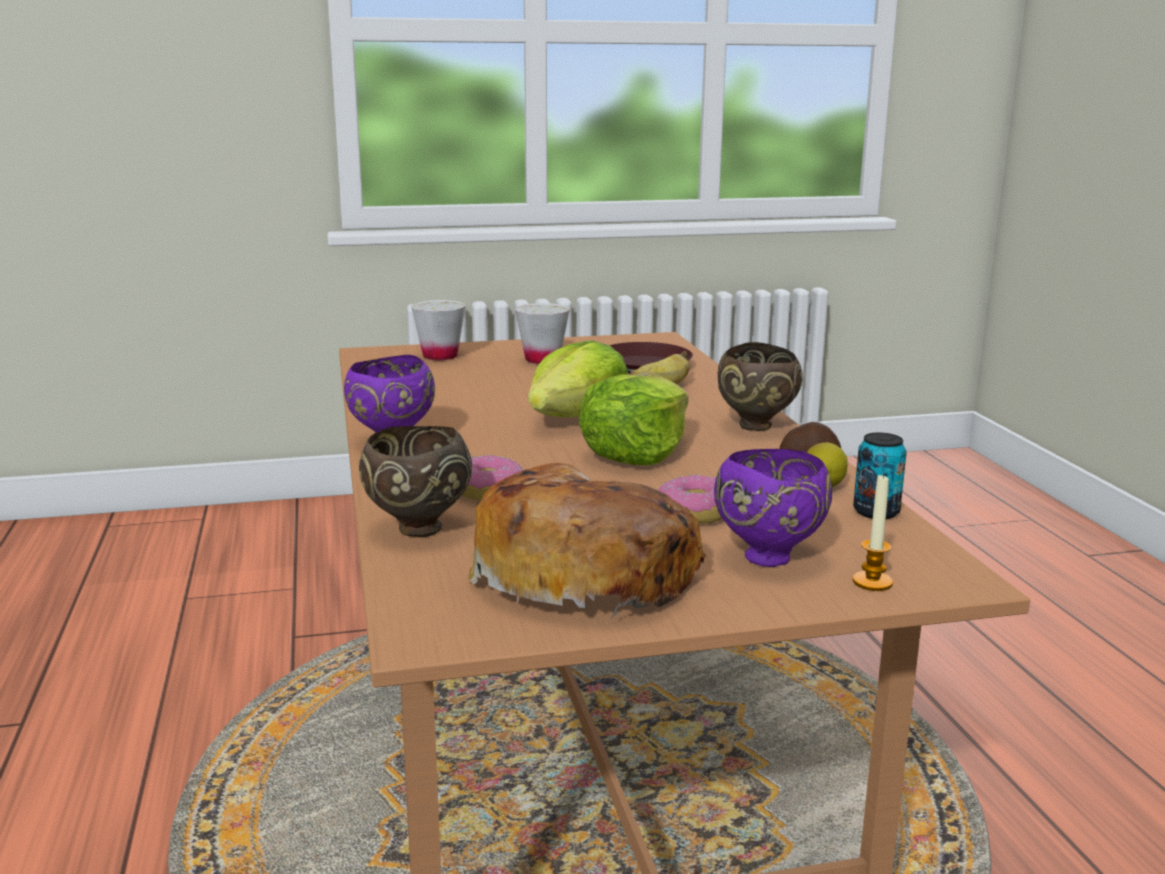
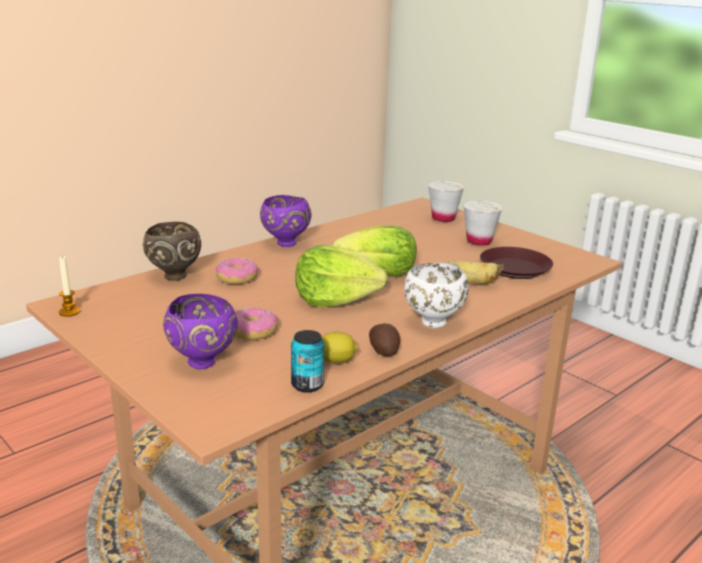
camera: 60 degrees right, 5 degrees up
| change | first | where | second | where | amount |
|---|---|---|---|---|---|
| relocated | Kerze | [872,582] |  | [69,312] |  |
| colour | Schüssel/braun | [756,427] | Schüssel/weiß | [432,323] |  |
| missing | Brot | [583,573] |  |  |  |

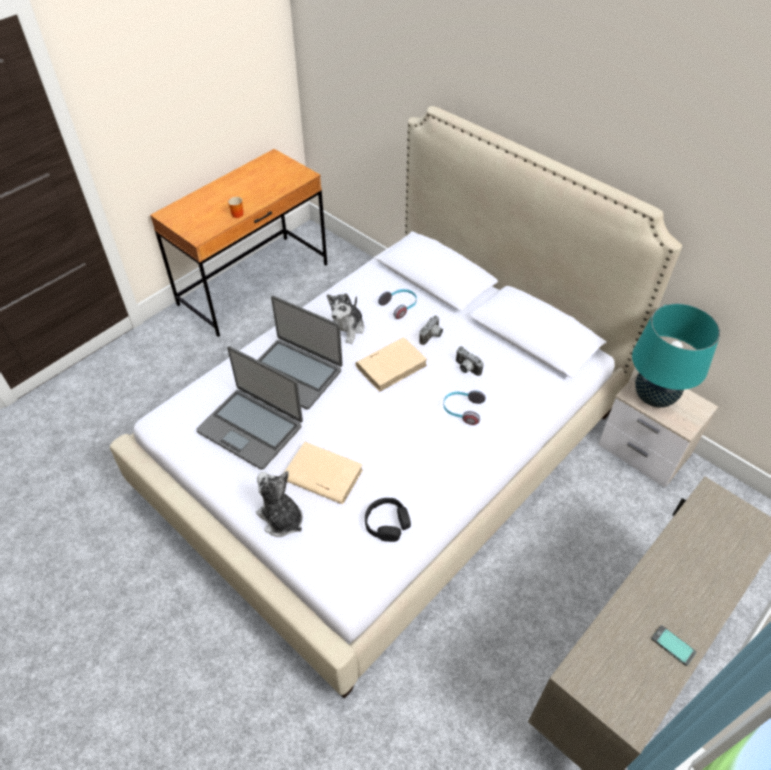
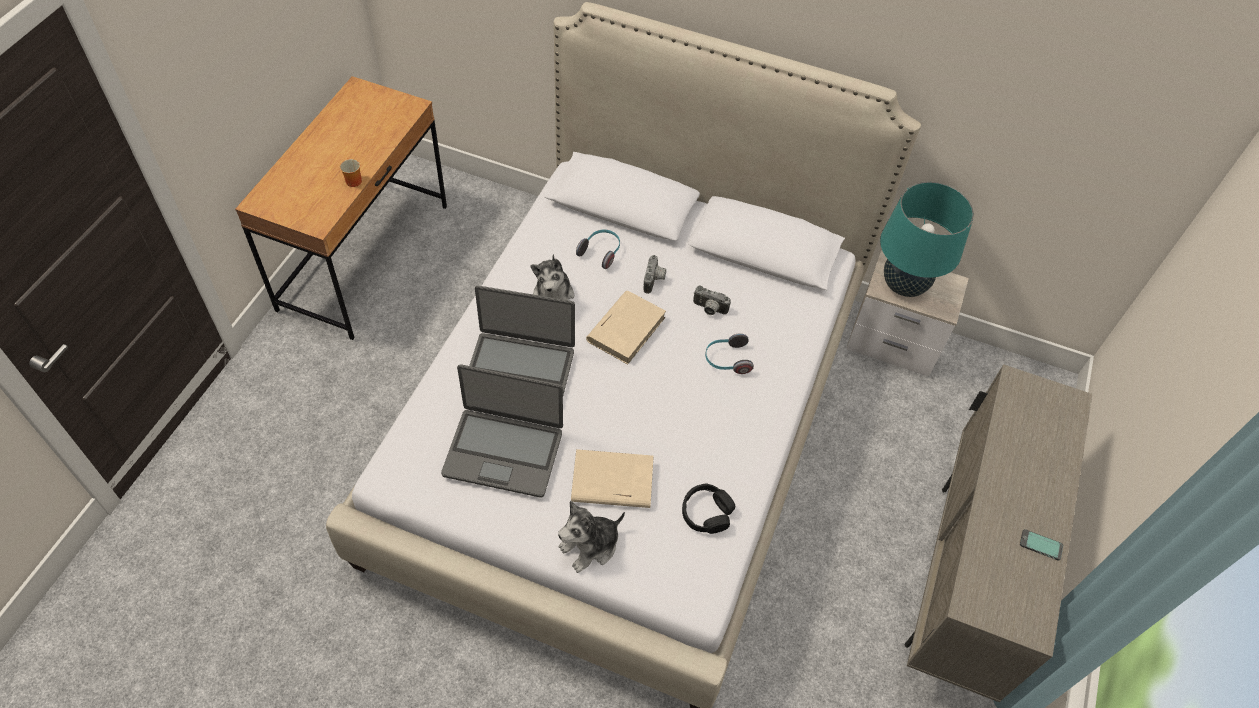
camera: 25 degrees left, 5 degrees up
| change | first | where | second | where | amount |
|---|---|---|---|---|---|
| spun | Plüschtier | [281,519] |  | [590,546] | 60 degrees counterclockwise |

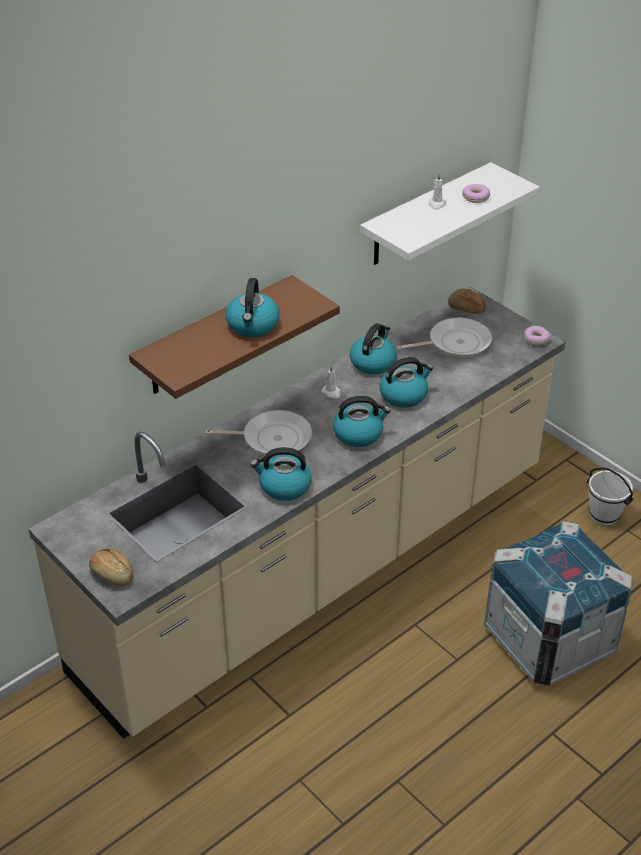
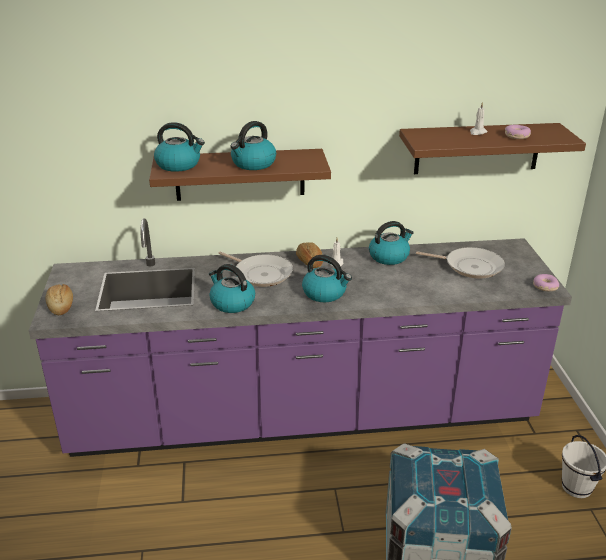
camera: 35 degrees right, 10 degrees down
| change | first | where | second | where | amount |
|---|---|---|---|---|---|
| colour | Küchenzeile/beige | [320,569] | Küchenzeile/lila | [303,416] |  |
| relocated | Wasserkessel | [404,395] |  | [179,164] |  |
| relocated | Brot | [466,309] |  | [309,262] |  |
| colour | Wandregal/weiß | [426,215] | Wandregal/braun | [477,148] |  |

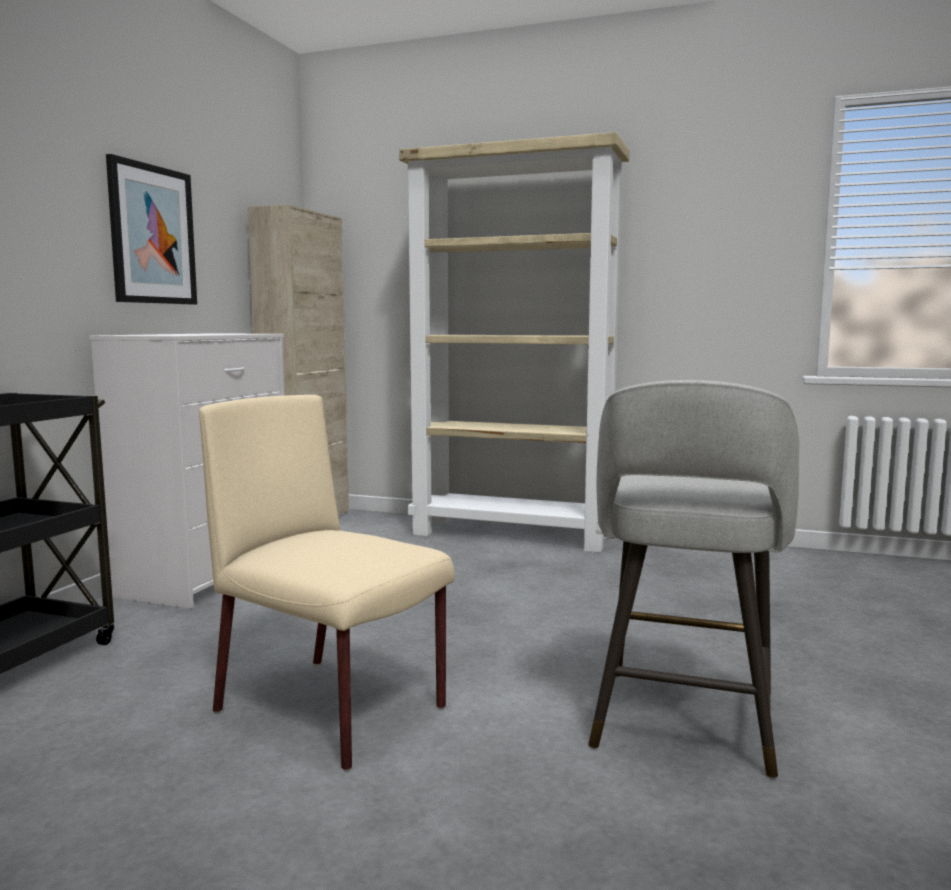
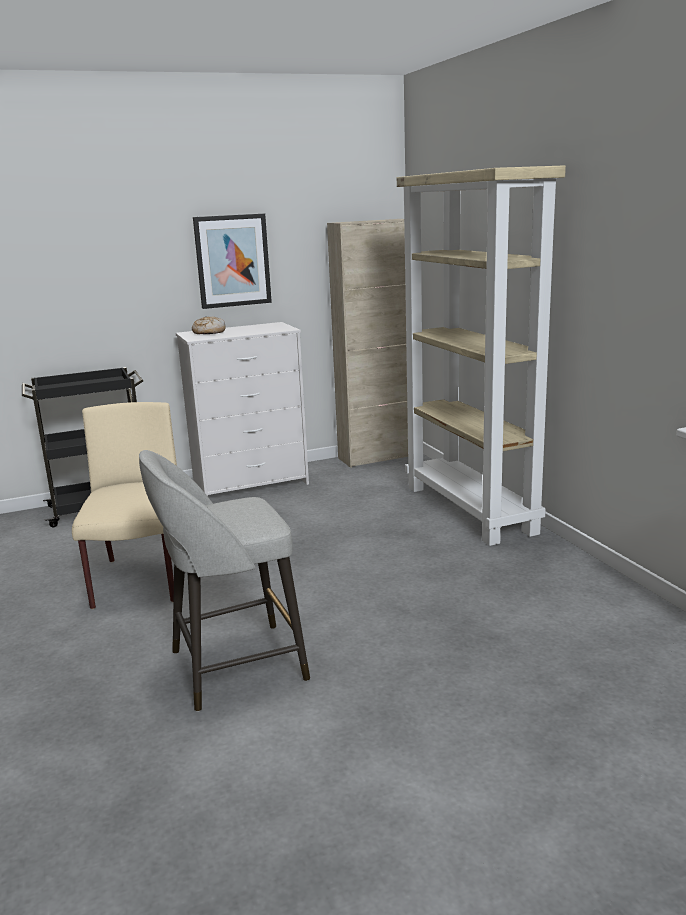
camera: 50 degrees right, 10 degrees up
| change | first | where | second | where | amount |
|---|---|---|---|---|---|
| appeared |  |  | Brot | [208,332] |  |

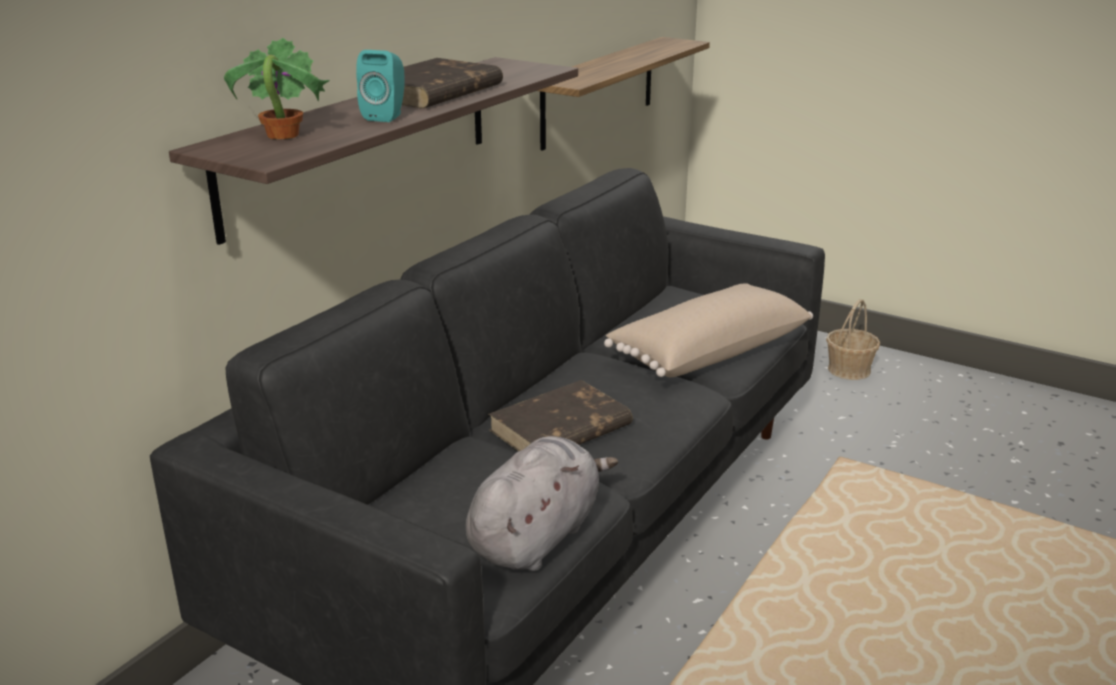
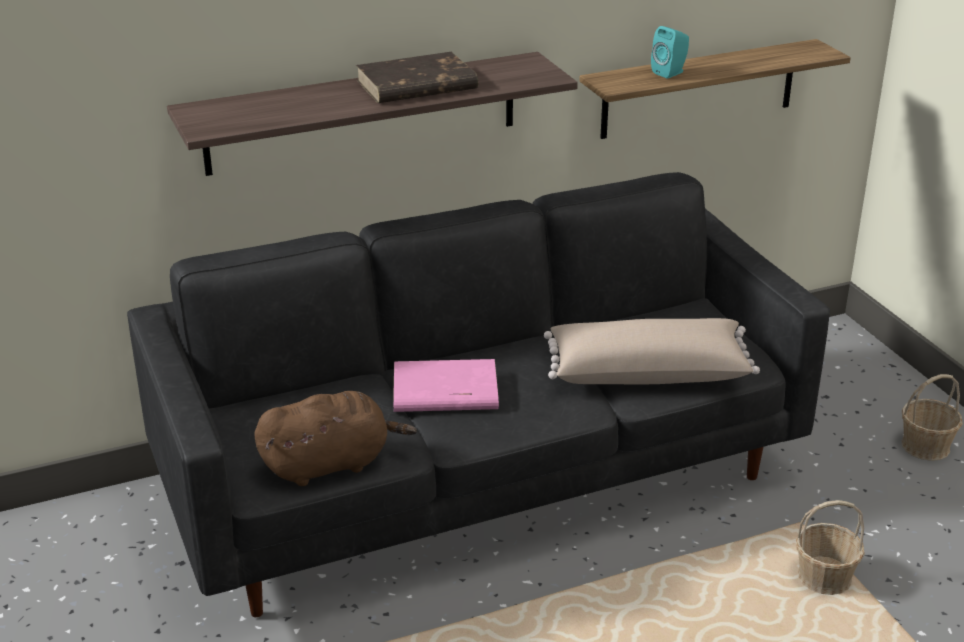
camera: 35 degrees right, 5 degrees up
| change | first | where | second | where | amount |
|---|---|---|---|---|---|
| colour | Plüschtier/grau | [537,536] | Plüschtier/braun | [330,464] |  |
| colour | Buch/braun | [559,429] | Buch/rosa | [444,393] |  |
| relocated | Lautsprecher/türkis | [386,116] |  | [670,73] |  |
| appeared |  |  | Korb | [825,578] |  |
| missing | Topfpflanze | [281,135] |  |  |  |

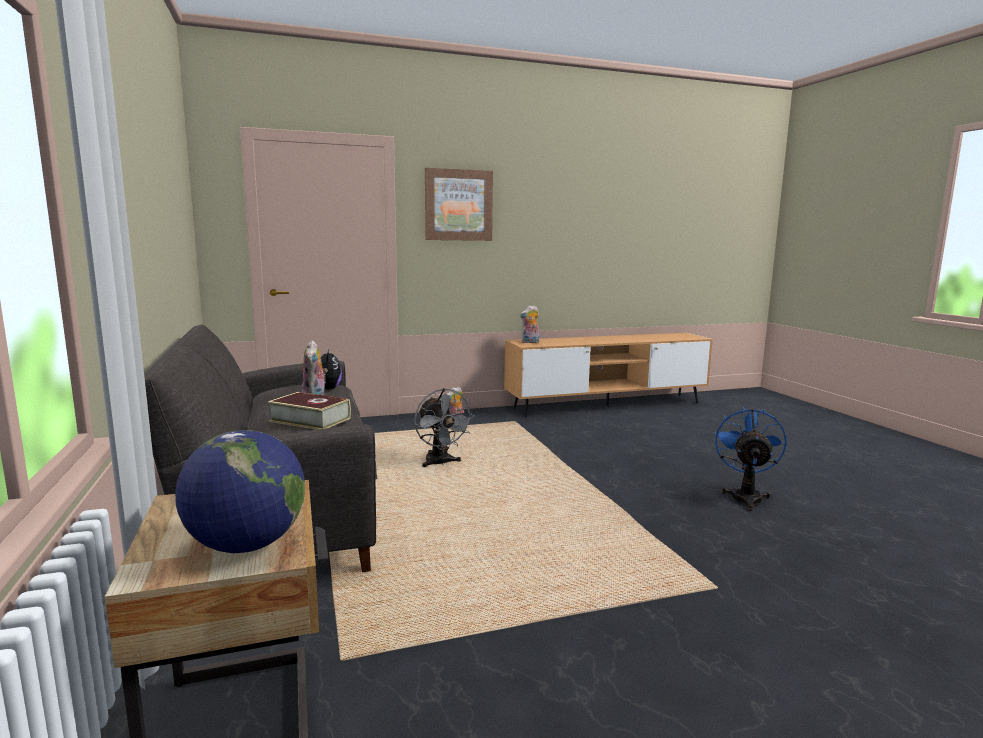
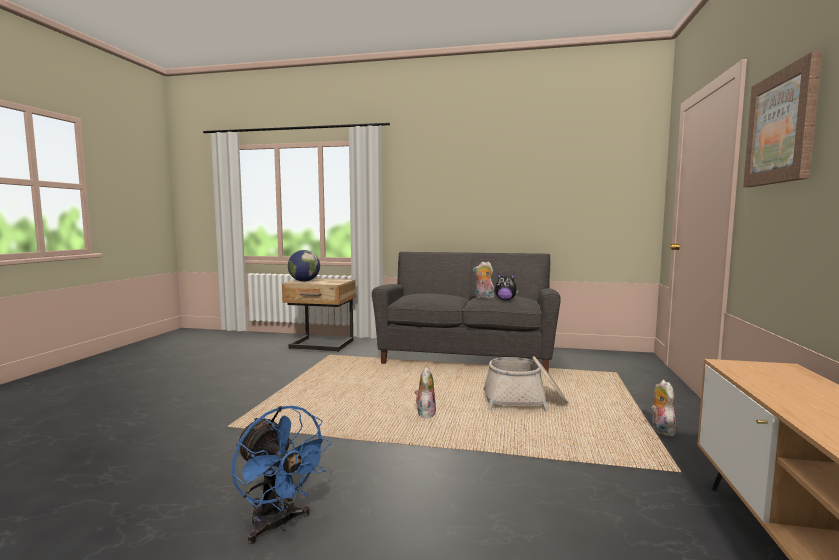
camera: 120 degrees right, 5 degrees down
| change | first | where | second | where | amount |
|---|---|---|---|---|---|
| relocated | Plüschtier | [530,342] |  | [425,413] |  |
| exchanged | Ventilator/grau | [440,463] | Korb | [524,401] |  |
| missing | Buch | [310,420] |  |  |  |

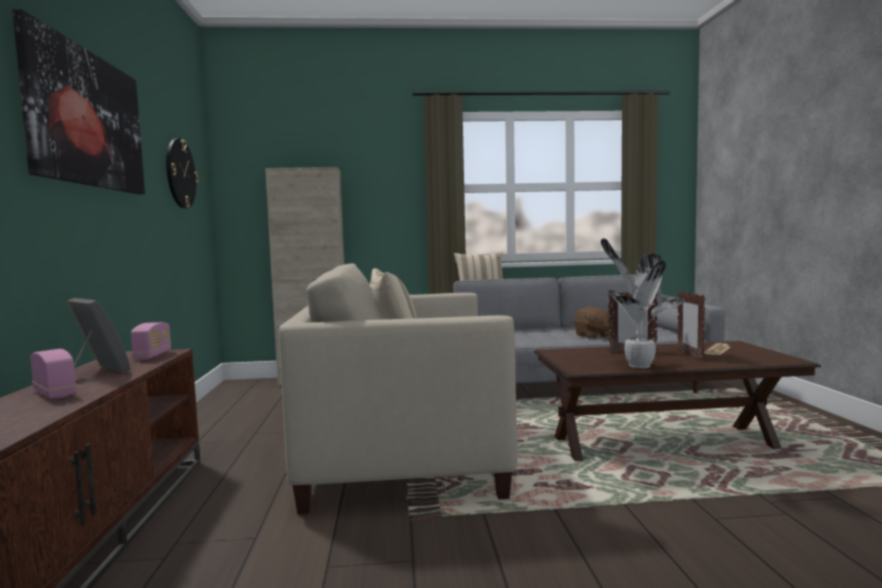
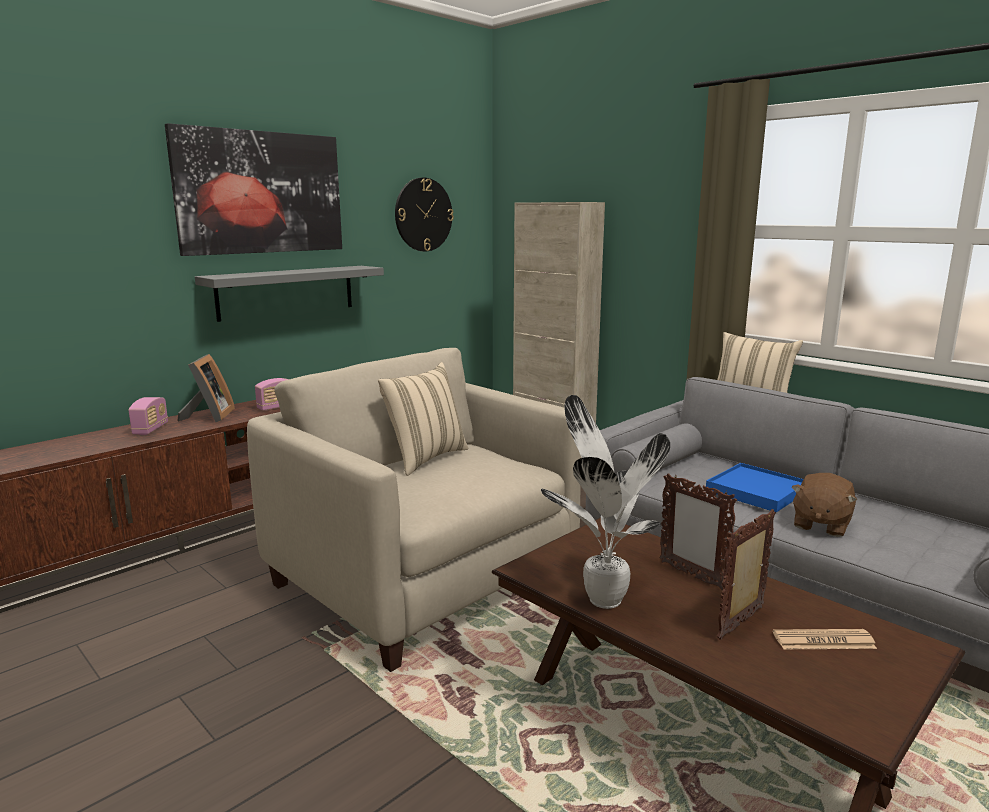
camera: 50 degrees right, 10 degrees up
| change | first | where | second | where | amount |
|---|---|---|---|---|---|
| appeared |  |  | Wandregal/grau | [287,292] |  |
| appeared |  |  | Tablett/blau | [756,491] |  |

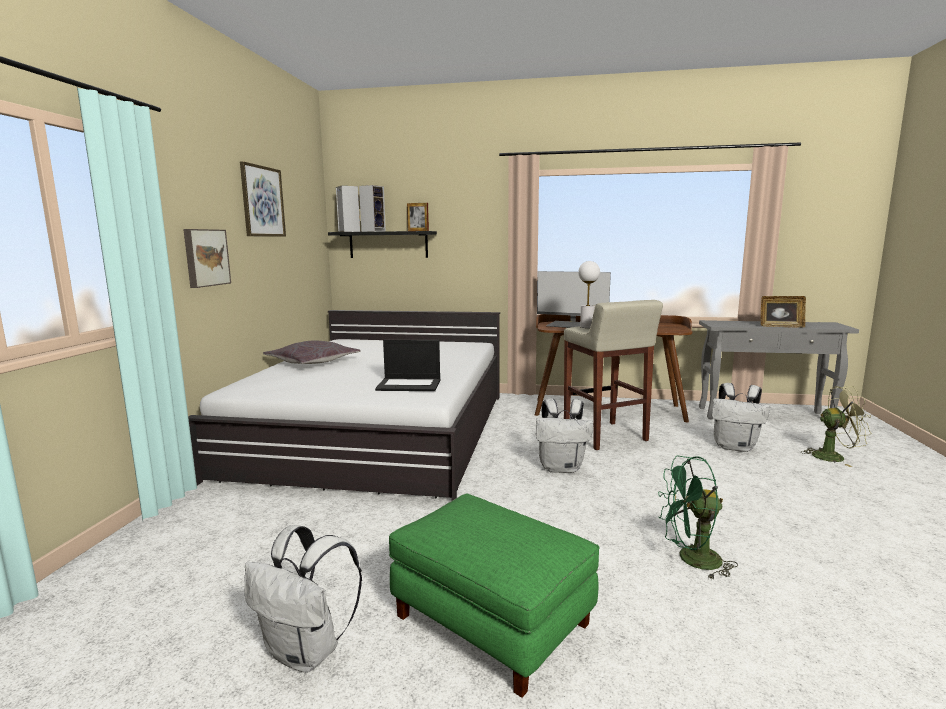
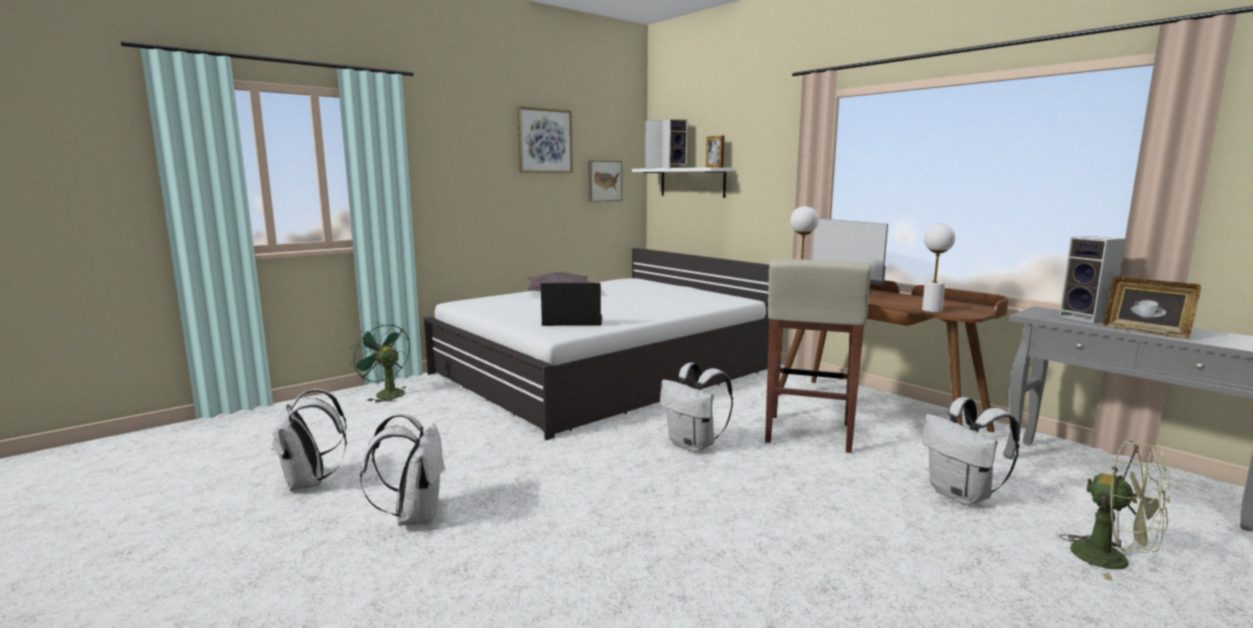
camera: 40 degrees right, 0 degrees up
| change | first | where | second | where | amount |
|---|---|---|---|---|---|
| relocated | Ventilator/grün | [691,560] |  | [385,394] |  |
| exchanged | Polsterhocker/grün | [490,621] | Rucksack/weiß | [414,516] |  |
| spun | Laptop | [410,385] |  | [571,321] | 135 degrees clockwise |
| relocated | Bild | [205,257] |  | [603,181] |  |
| colour | Wandregal/schwarz | [388,244] | Wandregal/weiß | [692,182] |  |
| appeared |  |  | Tischlampe/weiß | [932,310] |  |
| appeared |  |  | Lautsprecher | [1087,318] |  |

